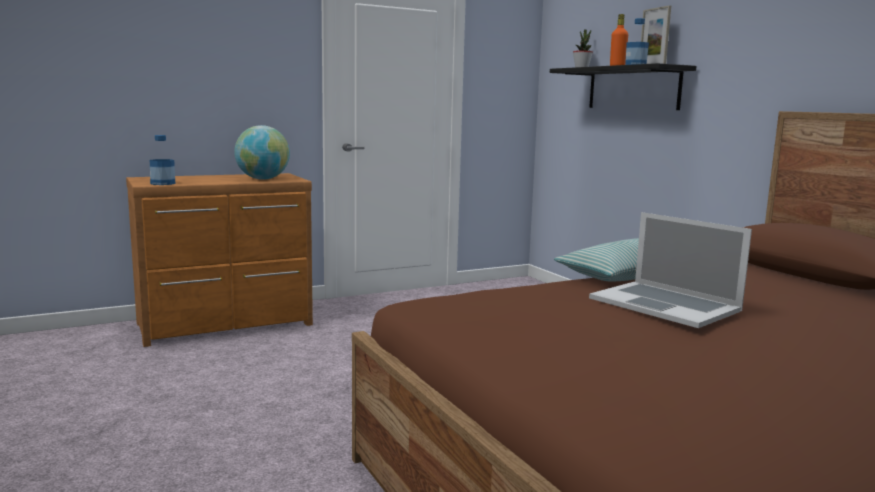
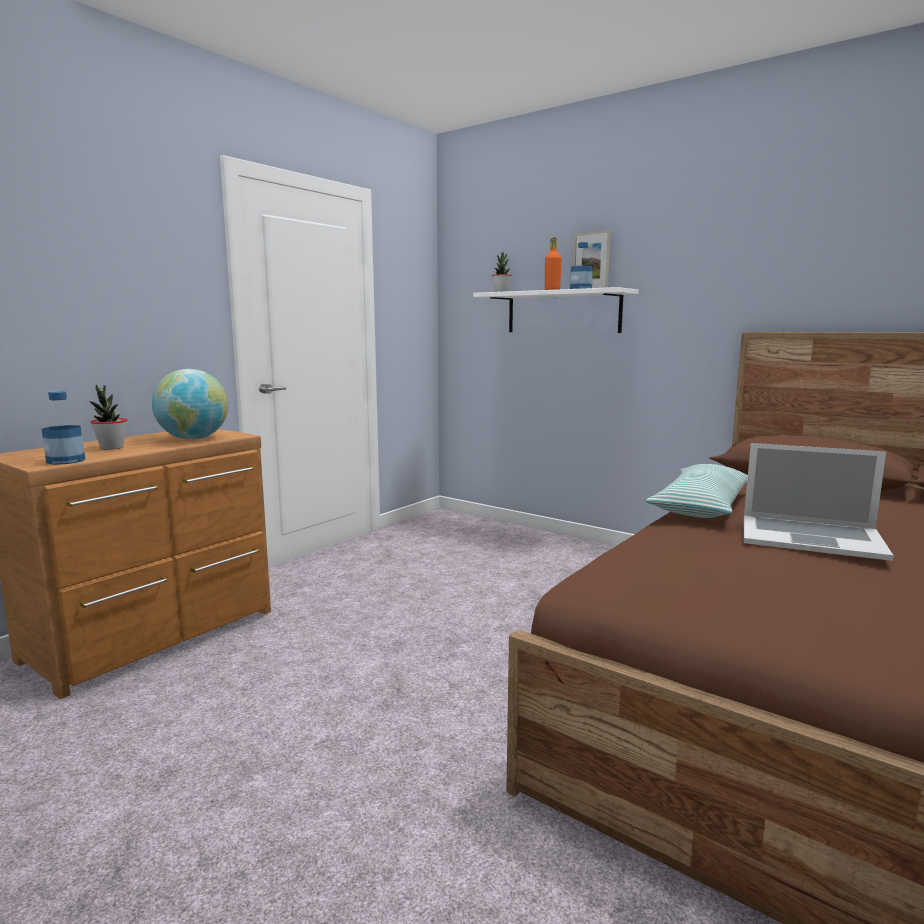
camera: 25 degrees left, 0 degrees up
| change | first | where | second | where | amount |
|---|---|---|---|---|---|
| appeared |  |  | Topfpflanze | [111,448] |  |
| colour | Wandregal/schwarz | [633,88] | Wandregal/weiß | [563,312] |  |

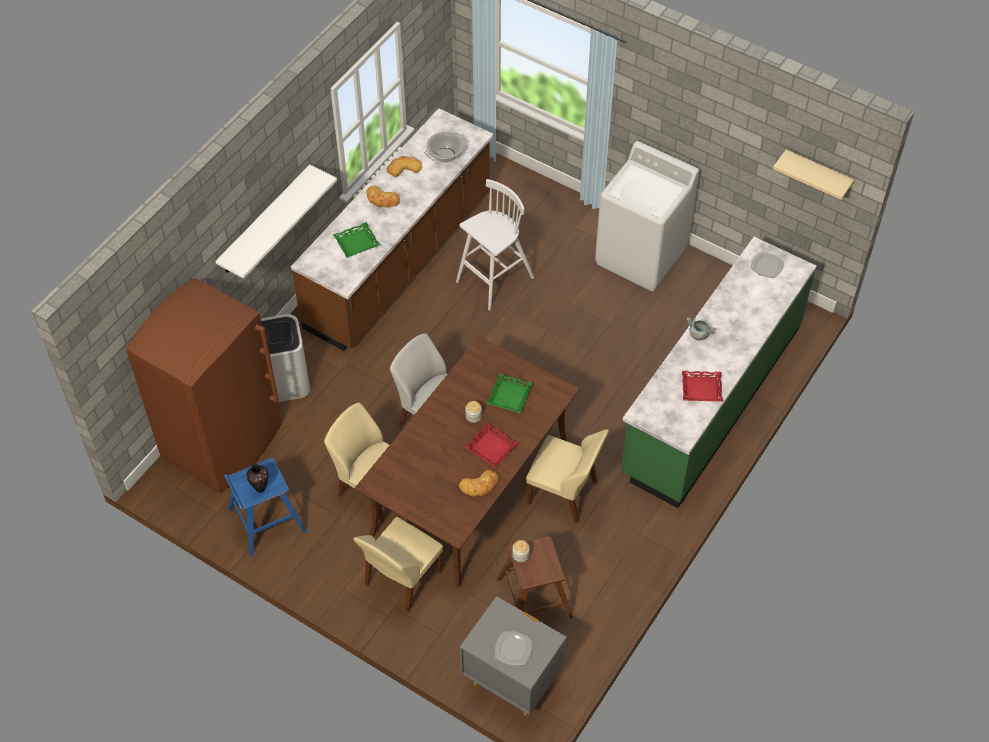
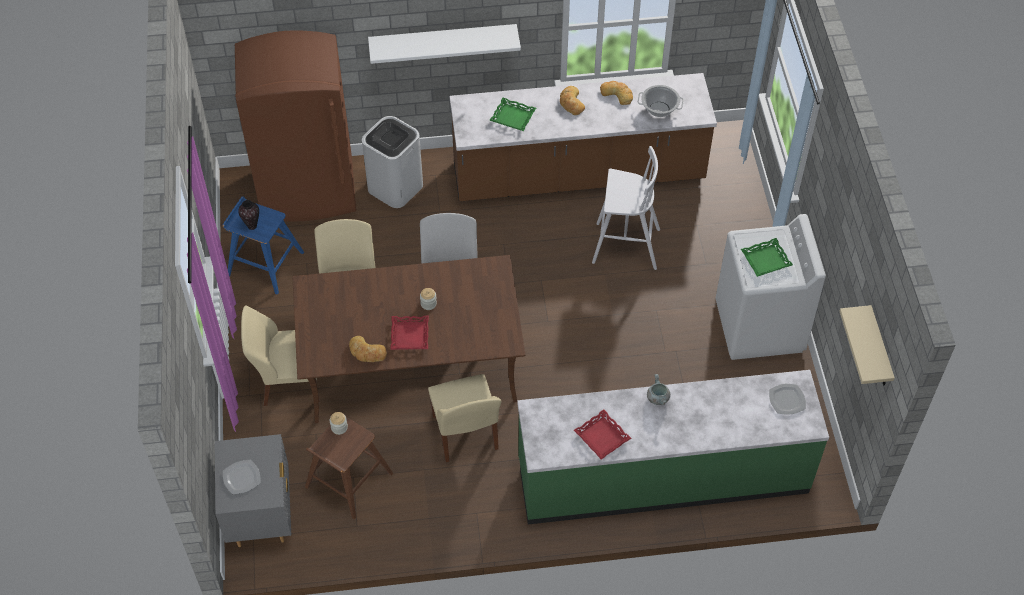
camera: 50 degrees right, 0 degrees up
| change | first | where | second | where | amount |
|---|---|---|---|---|---|
| relocated | Tablett/grün | [510,396] |  | [766,260] |  |

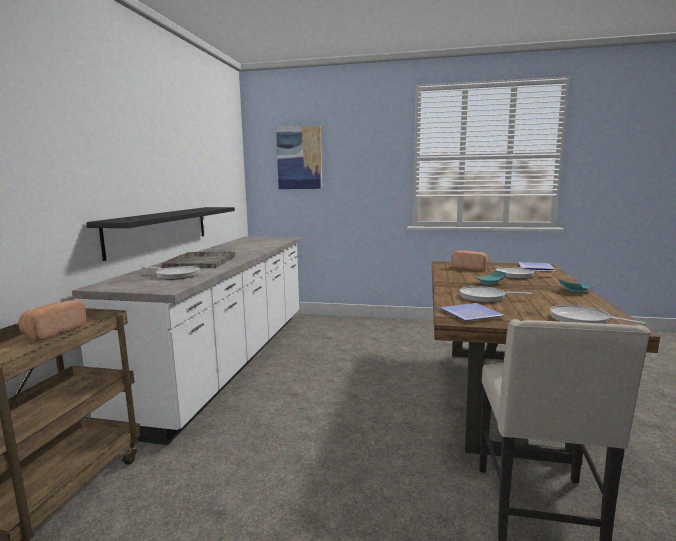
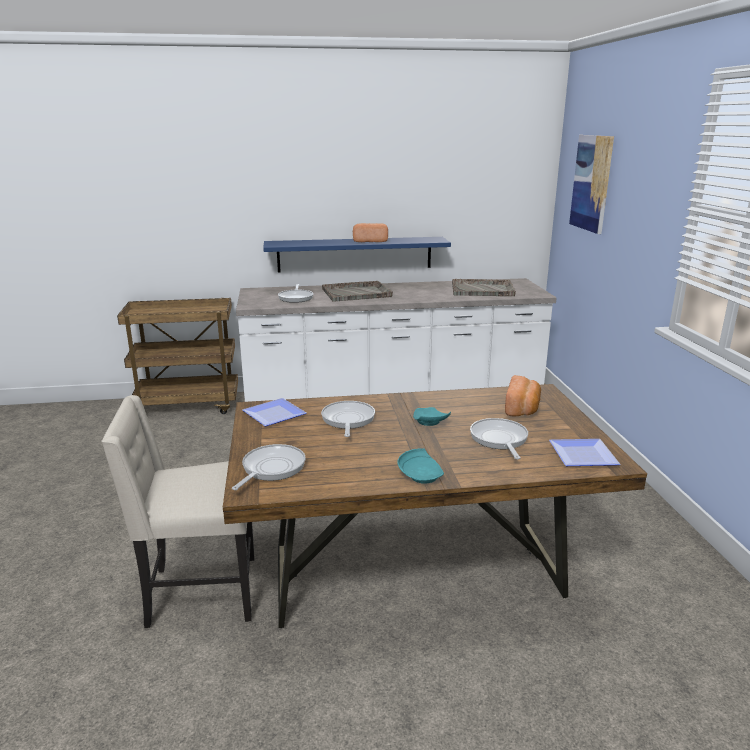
camera: 70 degrees right, 10 degrees up
| change | first | where | second | where | amount |
|---|---|---|---|---|---|
| colour | Wandregal/schwarz | [160,229] | Wandregal/blau | [355,254] |  |
| relocated | Brot | [52,332] |  | [370,241] |  |
| appeared |  |  | Tablett/grau | [483,289] |  |

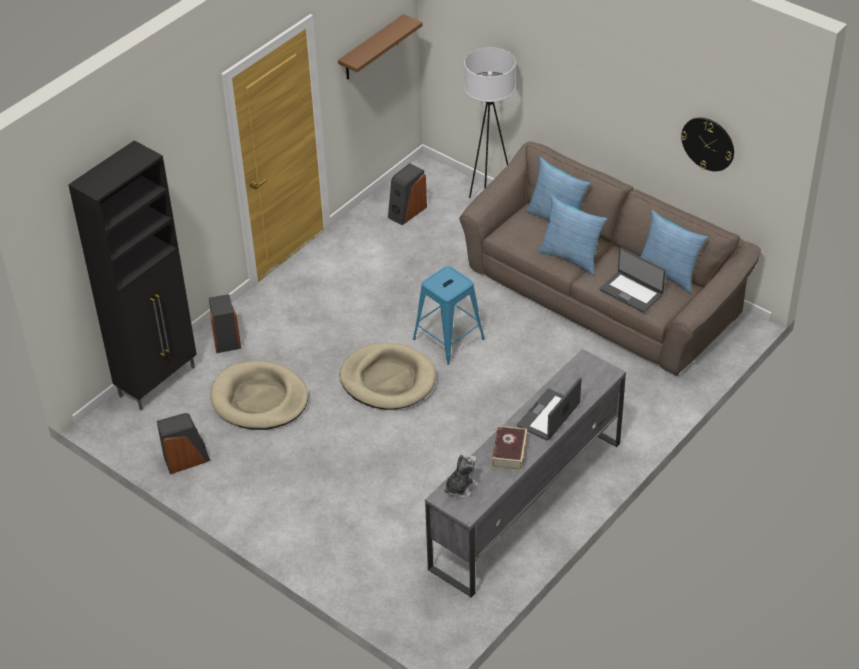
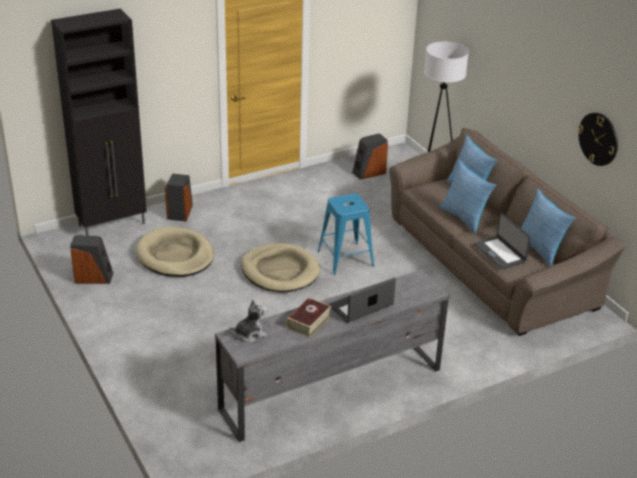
camera: 20 degrees right, 10 degrees down
| change | first | where | second | where | amount |
|---|---|---|---|---|---|
| missing | Wandregal/braun | [371,48] |  |  |  |

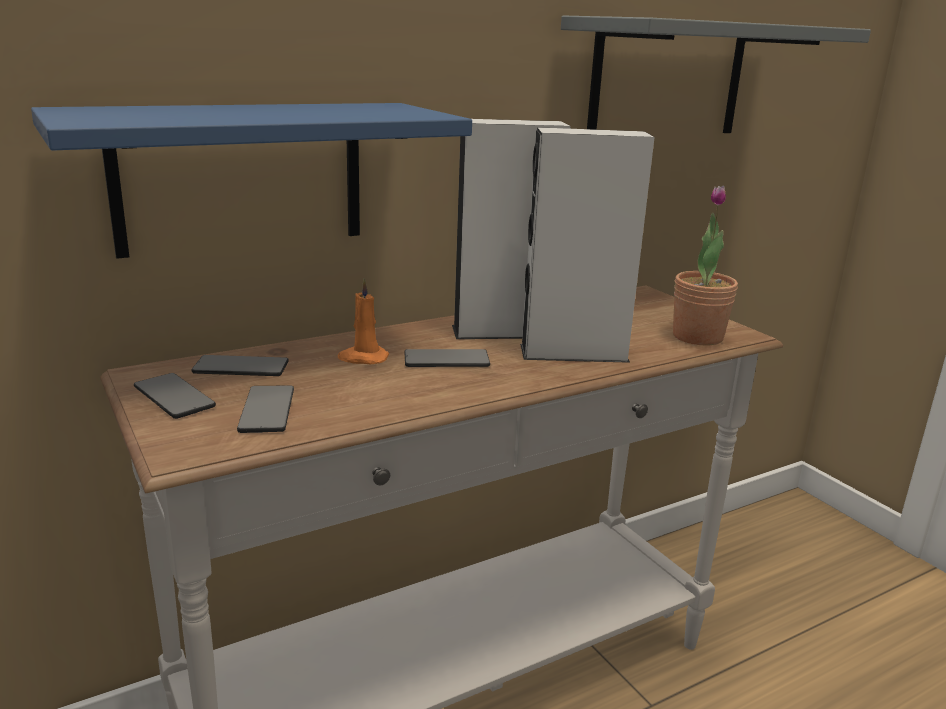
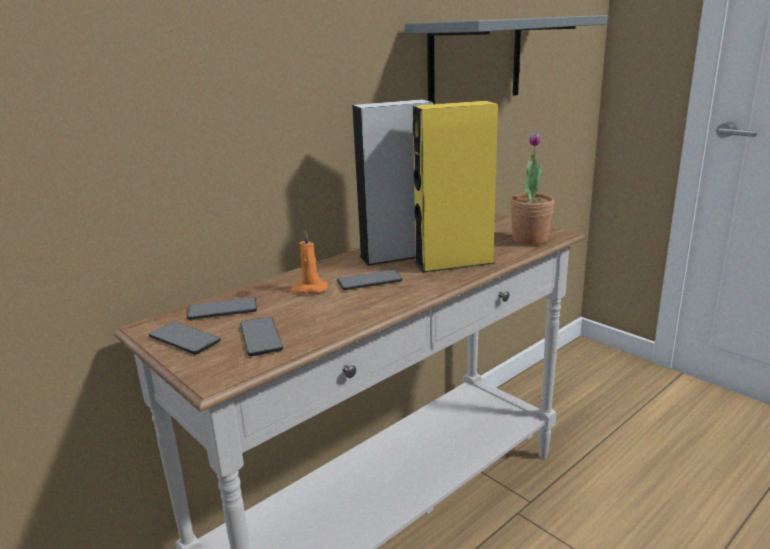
camera: 10 degrees left, 0 degrees up
| change | first | where | second | where | amount |
|---|---|---|---|---|---|
| colour | Lautsprecher/grau | [573,353] | Lautsprecher/gelb | [454,262] |  |
| missing | Wandregal/blau | [241,177] |  |  |  |

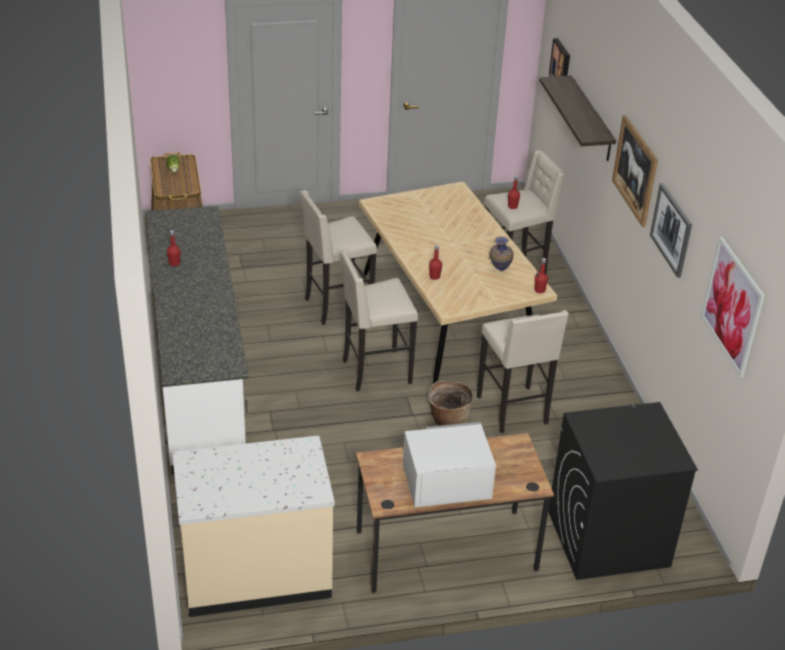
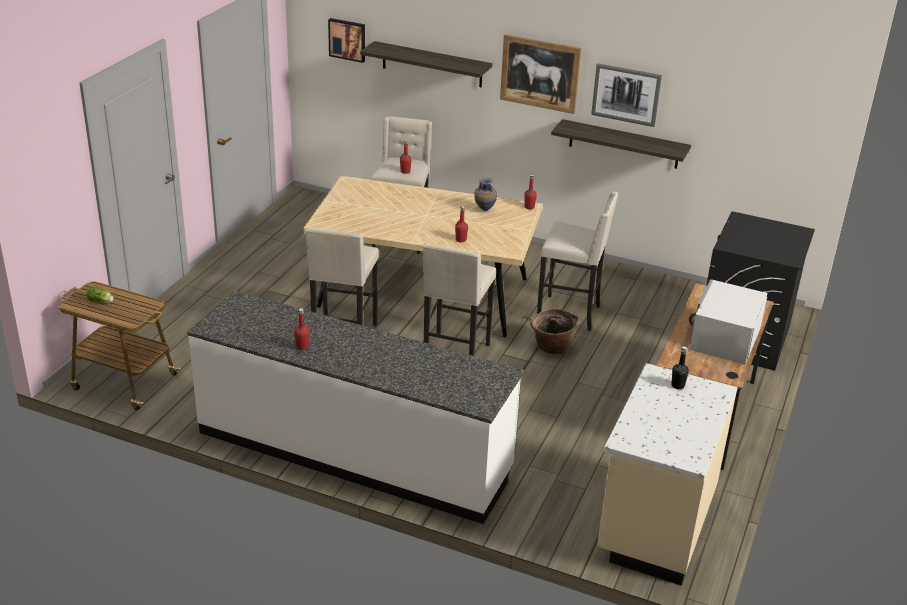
camera: 55 degrees left, 5 degrees down
| change | first | where | second | where | amount |
|---|---|---|---|---|---|
| appeared |  |  | Wandregal | [624,144] |  |
| appeared |  |  | Flasche/schwarz | [677,385] |  |
| missing | Bild | [732,306] |  |  |  |

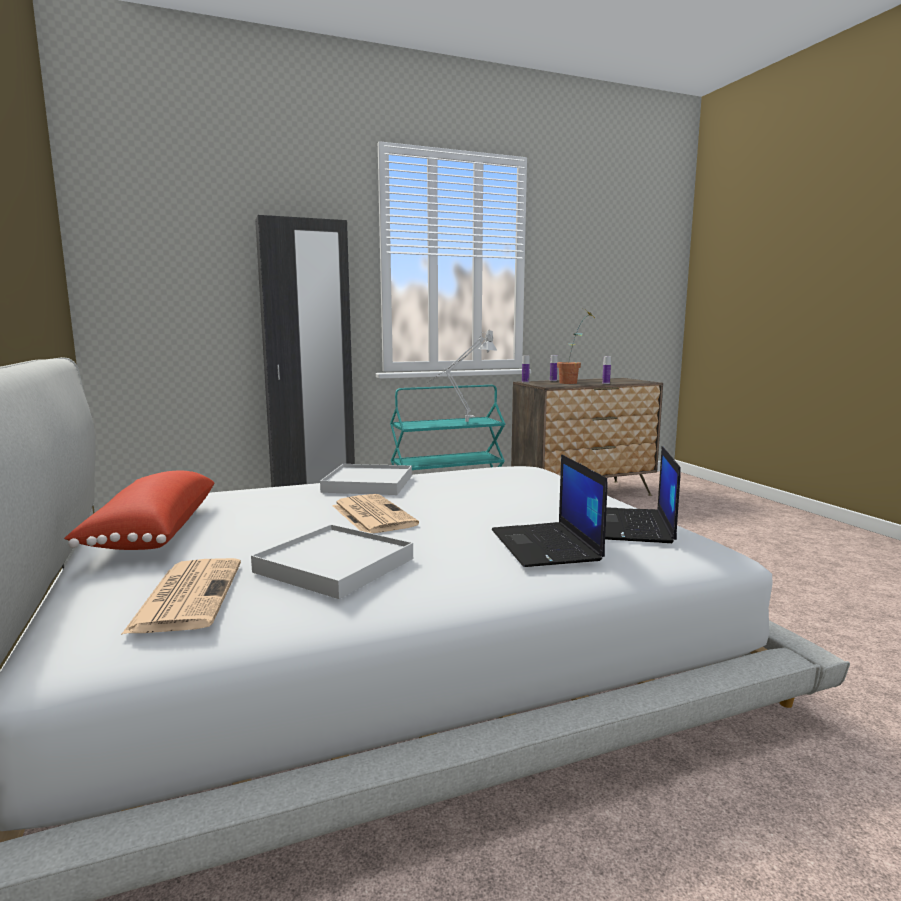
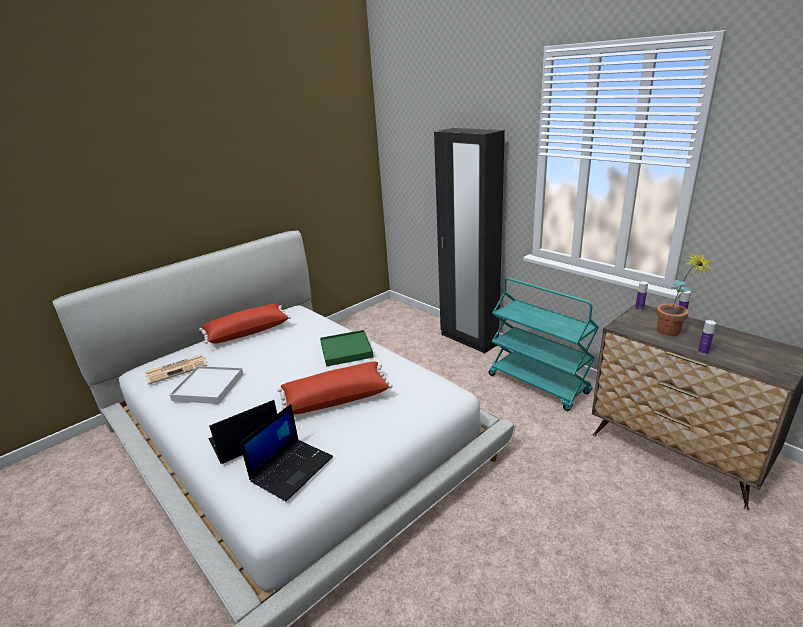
camera: 70 degrees right, 15 degrees up
| change | first | where | second | where | amount |
|---|---|---|---|---|---|
| spun | Laptop | [632,526] |  | [292,468] | 135 degrees clockwise |
| appeared |  |  | Kissen/rot | [336,398] |  |
| colour | Tablett/weiß | [368,484] | Tablett/grün | [346,350] |  |
| missing | Zeitung | [371,515] |  |  |  |
| missing | Tischlampe/grau | [462,423] |  |  |  |

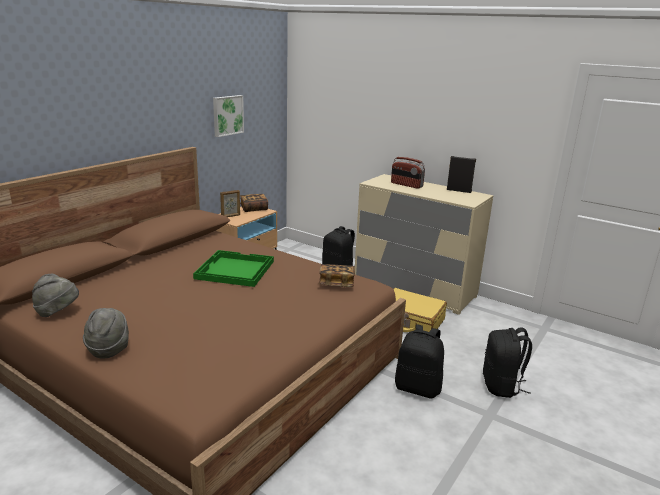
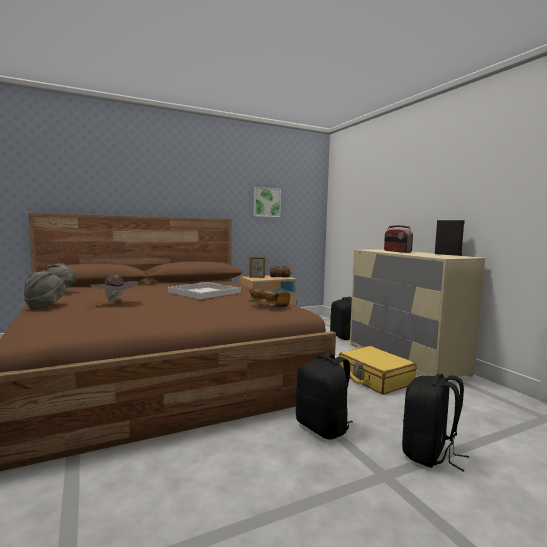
camera: 30 degrees right, 15 degrees down
| change | first | where | second | where | amount |
|---|---|---|---|---|---|
| appeared |  |  | Hut/braun | [114,303] |  |
| colour | Tablett/grün | [234,270] | Tablett/weiß | [203,292] |  |

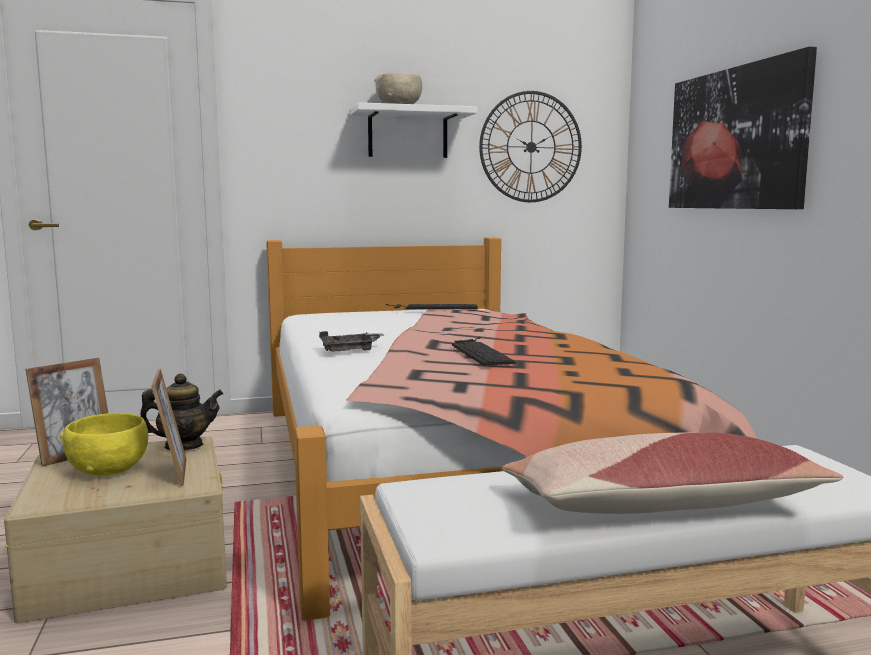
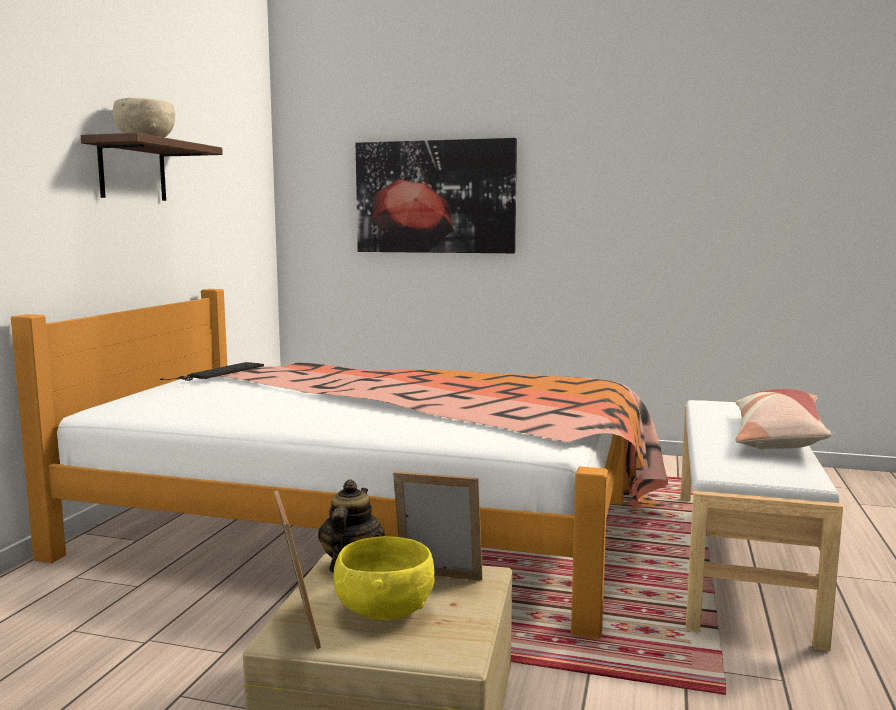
camera: 60 degrees left, 0 degrees up
| change | first | where | second | where | amount |
|---|---|---|---|---|---|
| colour | Wandregal/weiß | [407,134] | Wandregal/braun | [132,171] |  |
| missing | Tablett/grau | [351,350] |  |  |  |
| missing | Tastatur | [479,352] |  |  |  |
| missing | Wanduhr | [531,147] |  |  |  |

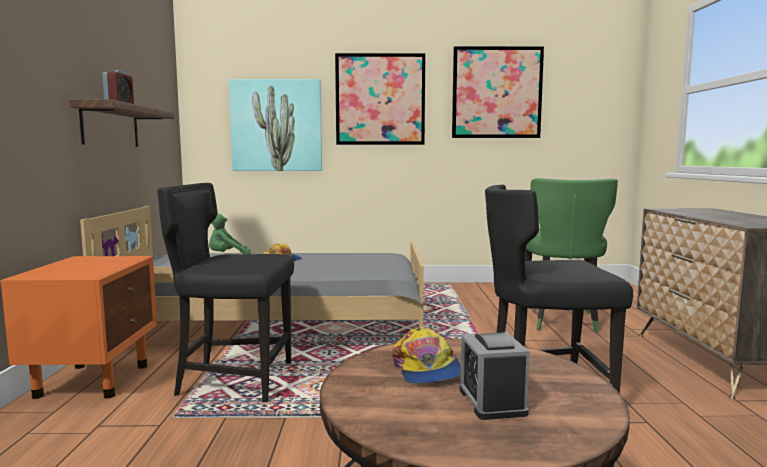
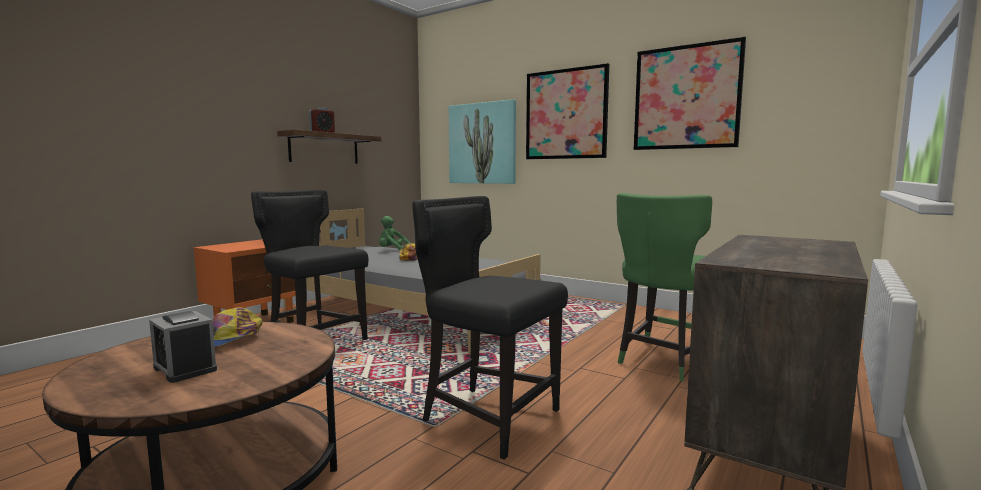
camera: 35 degrees right, 0 degrees up
| change | first | where | second | where | amount |
|---|---|---|---|---|---|
| spun | Wecker | [492,401] |  | [185,369] | 75 degrees counterclockwise |

